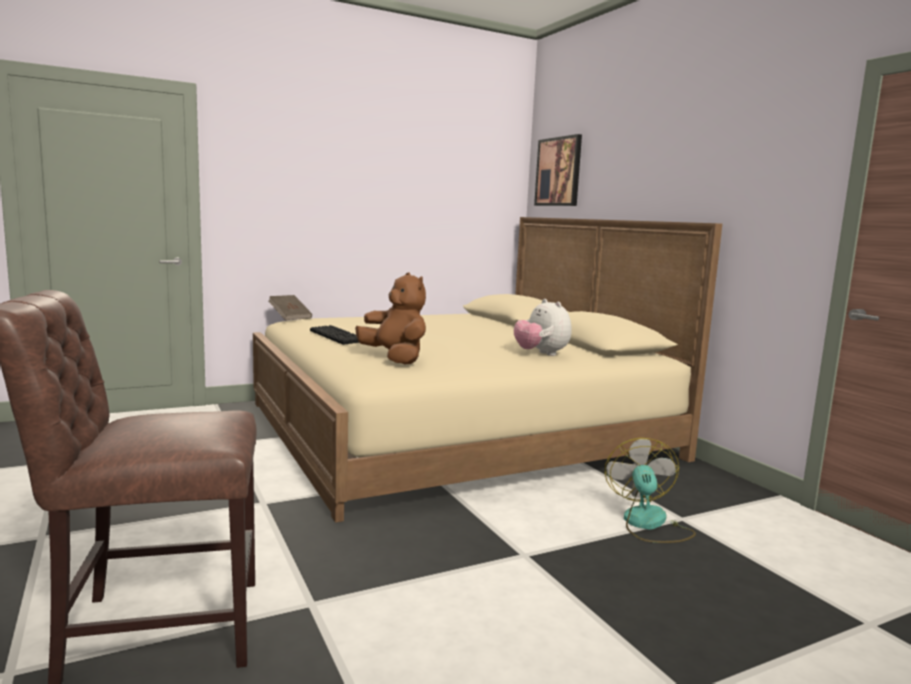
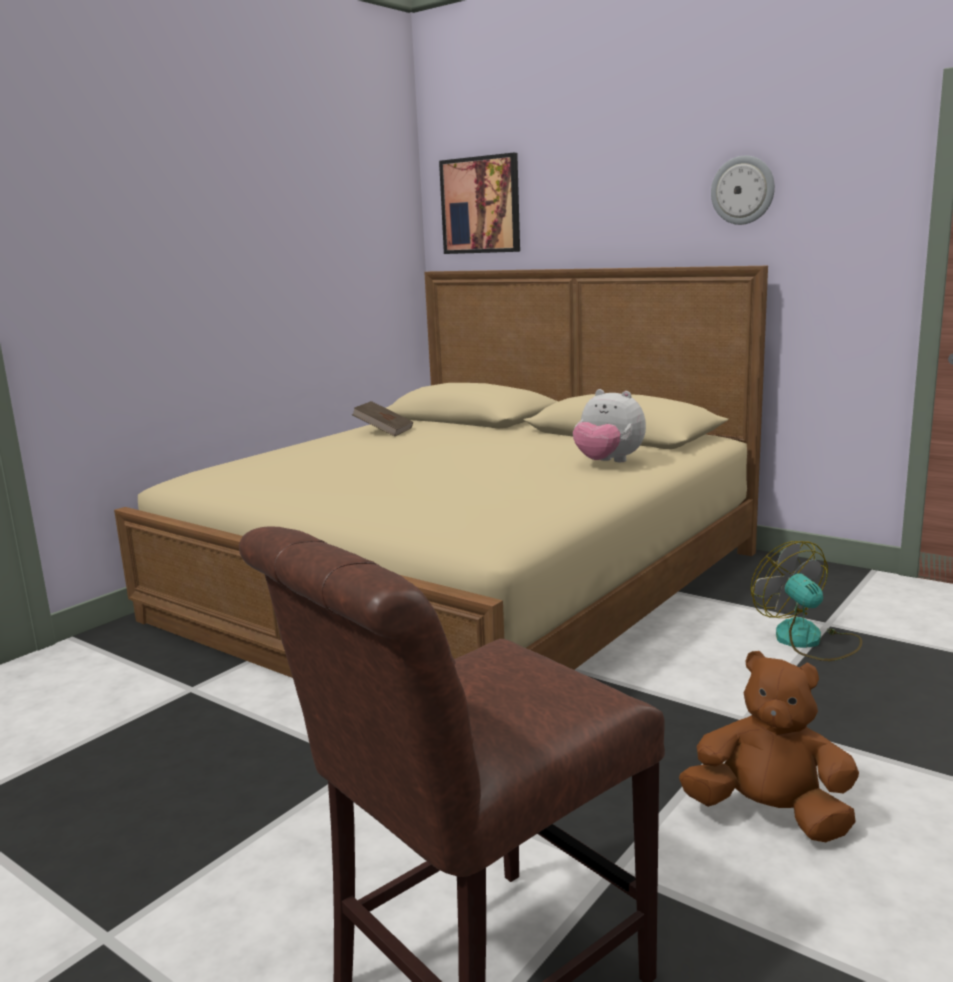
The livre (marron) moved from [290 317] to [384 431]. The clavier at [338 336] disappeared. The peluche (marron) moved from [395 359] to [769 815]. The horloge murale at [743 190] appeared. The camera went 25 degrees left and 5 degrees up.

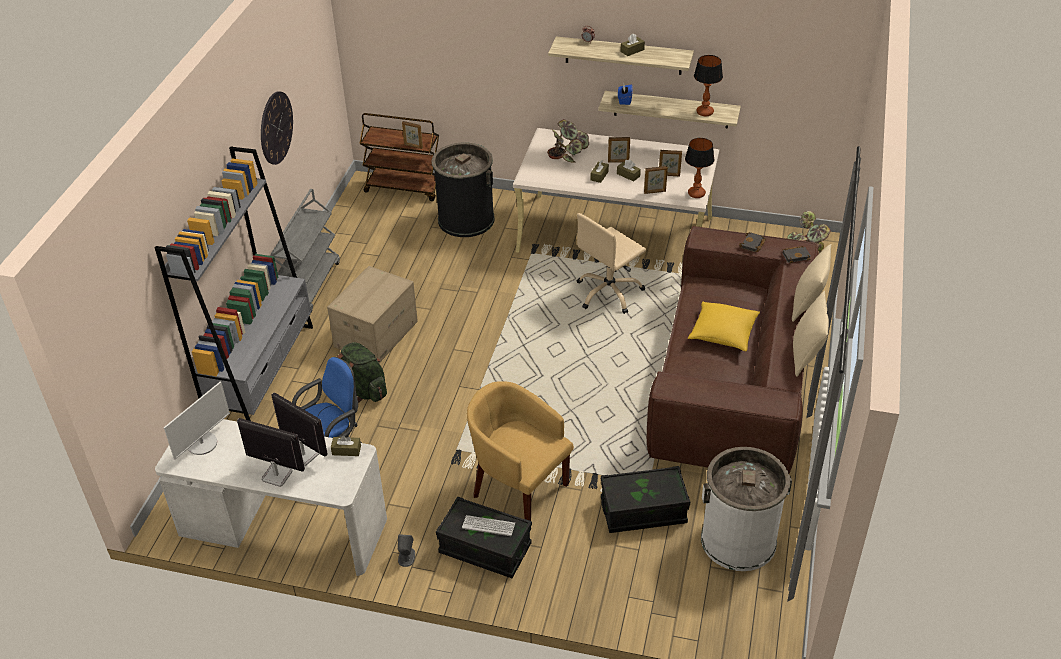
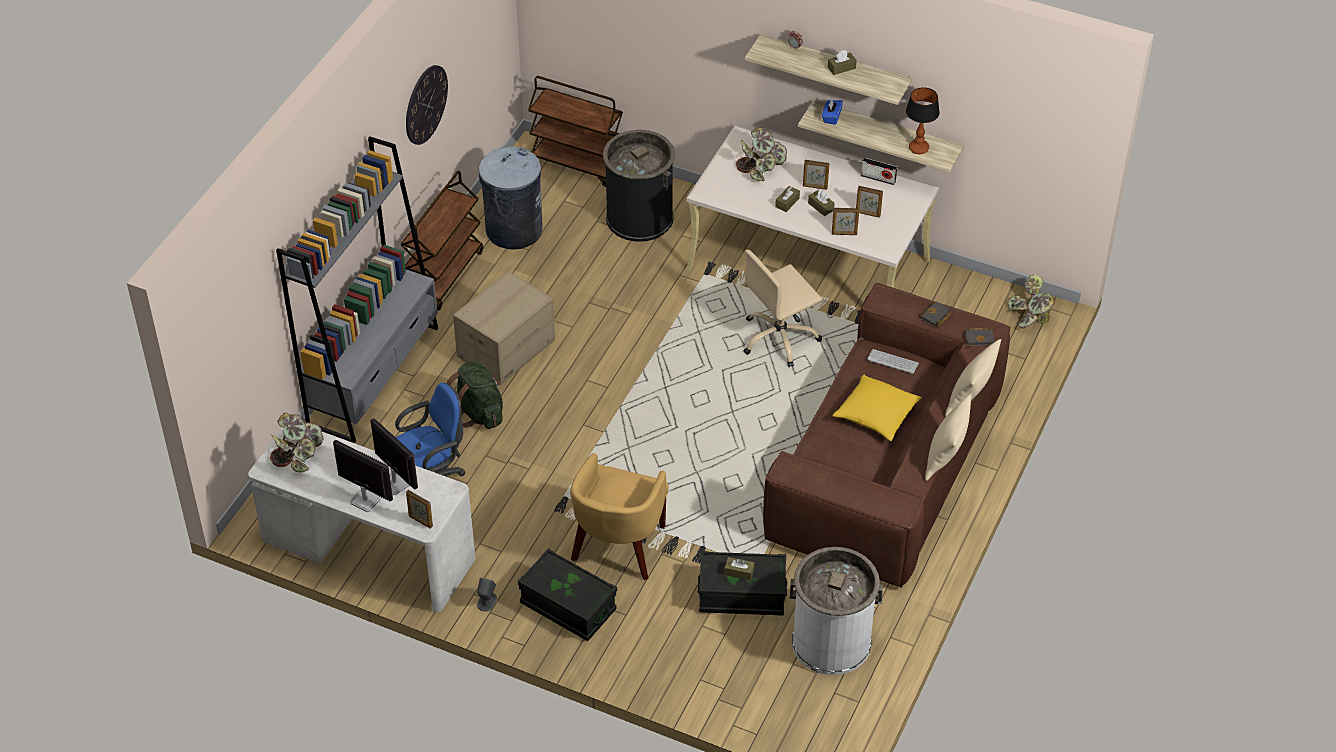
The écran d'ordinateur at [202 443] was replaced by the plante en pot at [297 454]. The chariot (gris) at [310 284] became the chariot (marron) at [444 274]. The boîte à mouchoirs (marron) moved from [346 450] to [739 572]. The cadre photo moved from [413 146] to [420 521]. The clavier moved from [488 526] to [892 362]. The fauteuil (jaune) at [518 486] turned 120 degrees counterclockwise. The lampe de table at [696 194] disappeared. The poubelle (gris) at [513 230] appeared. The radio at [878 178] appeared. The camera went 10 degrees right and 5 degrees up.

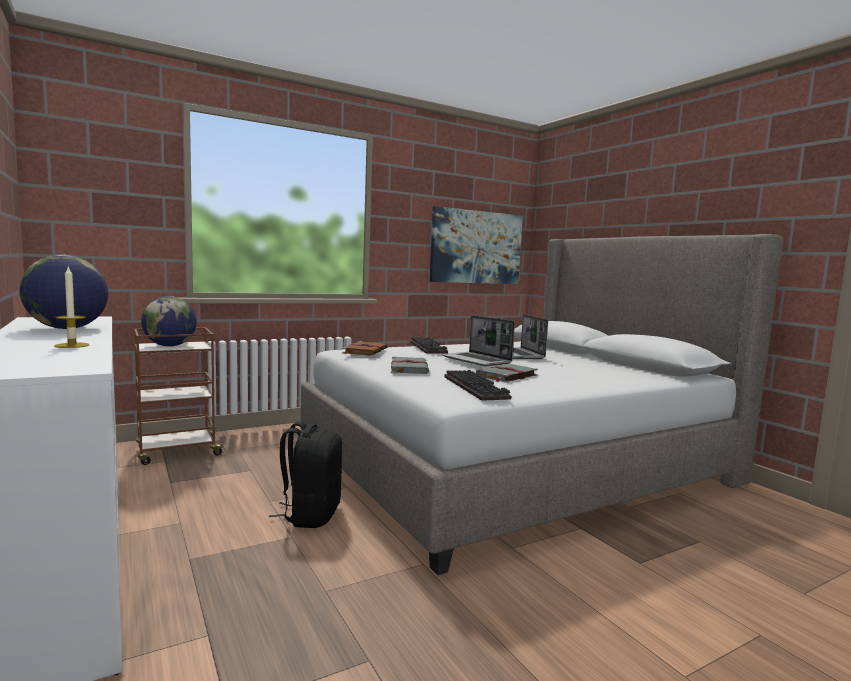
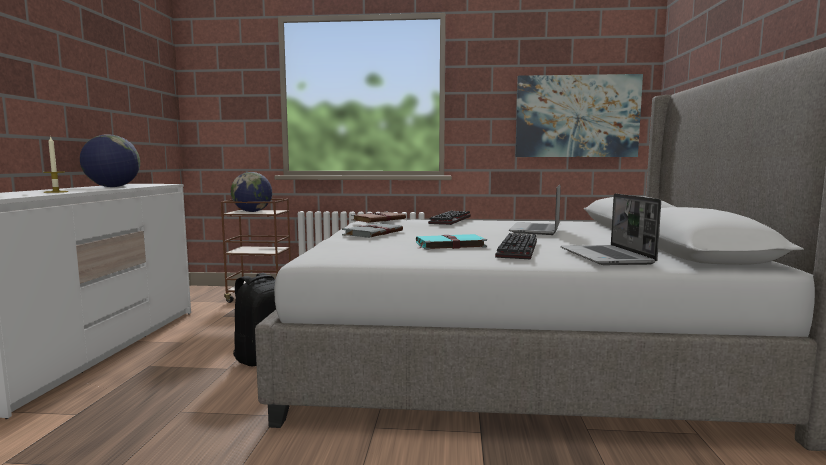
The ordinateur portable moved from [477 360] to [607 257]. The clavier moved from [477 388] to [519 249]. The livre (gris) at [506 375] became the livre (turquoise) at [449 245]. The camera went 35 degrees right and 0 degrees up.

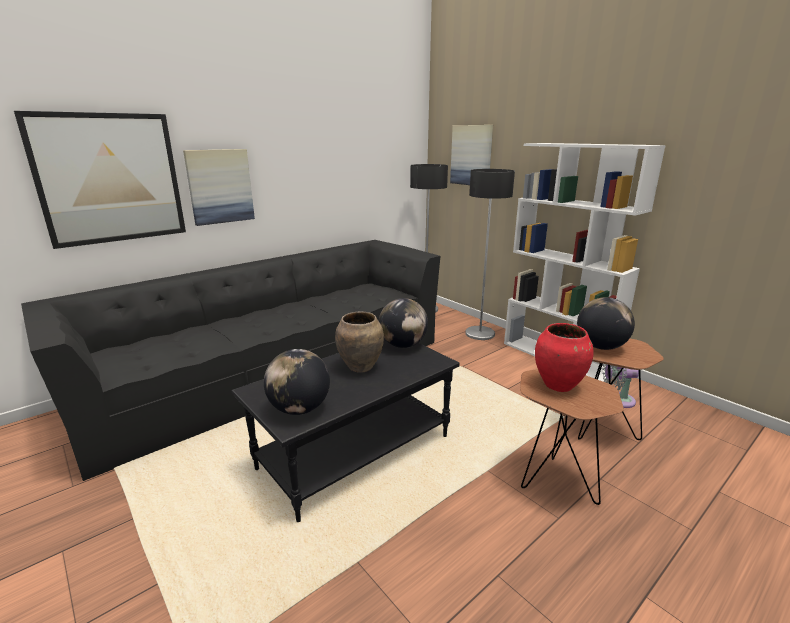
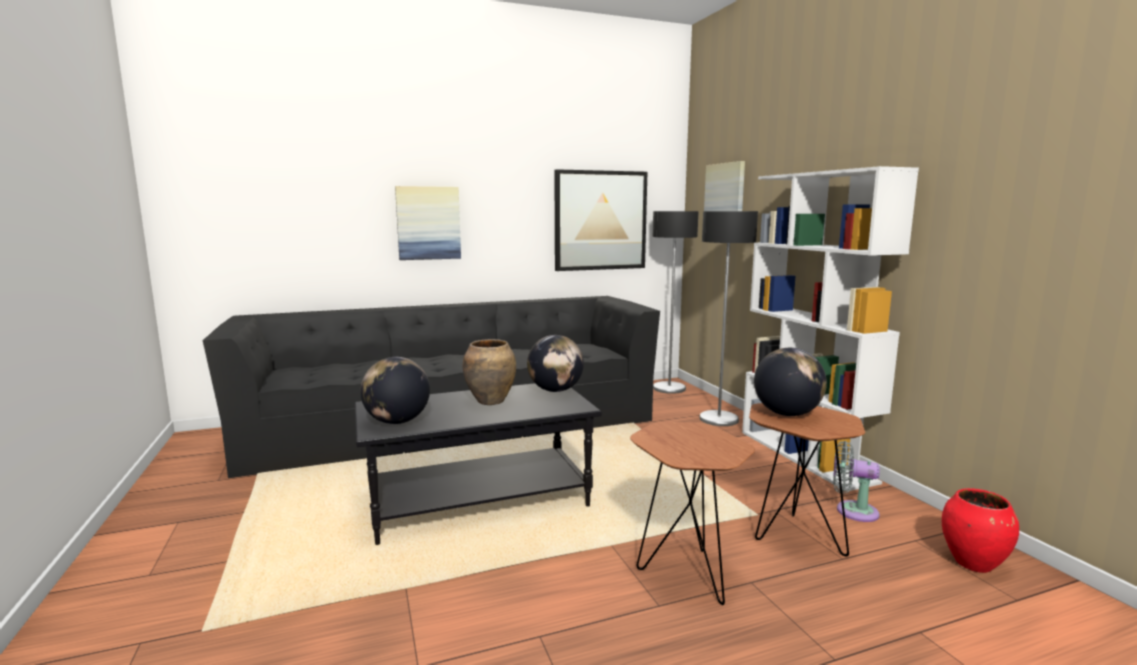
The tableau moved from [110 179] to [600 220]. The vase (rouge) moved from [559 385] to [974 564]. The camera went 20 degrees right and 10 degrees down.

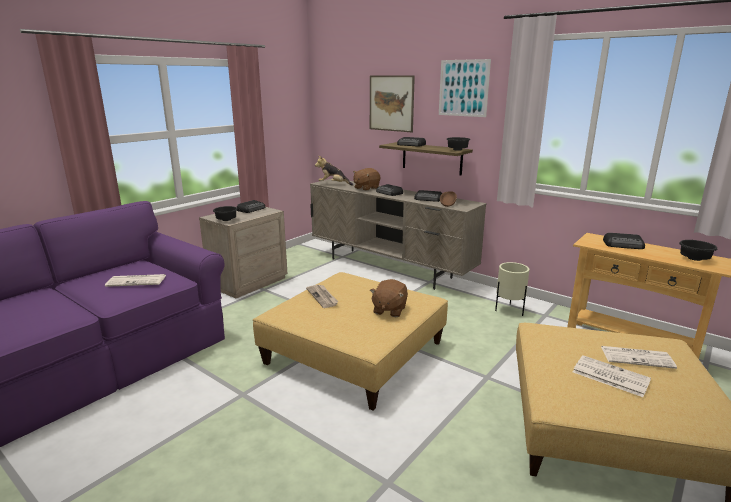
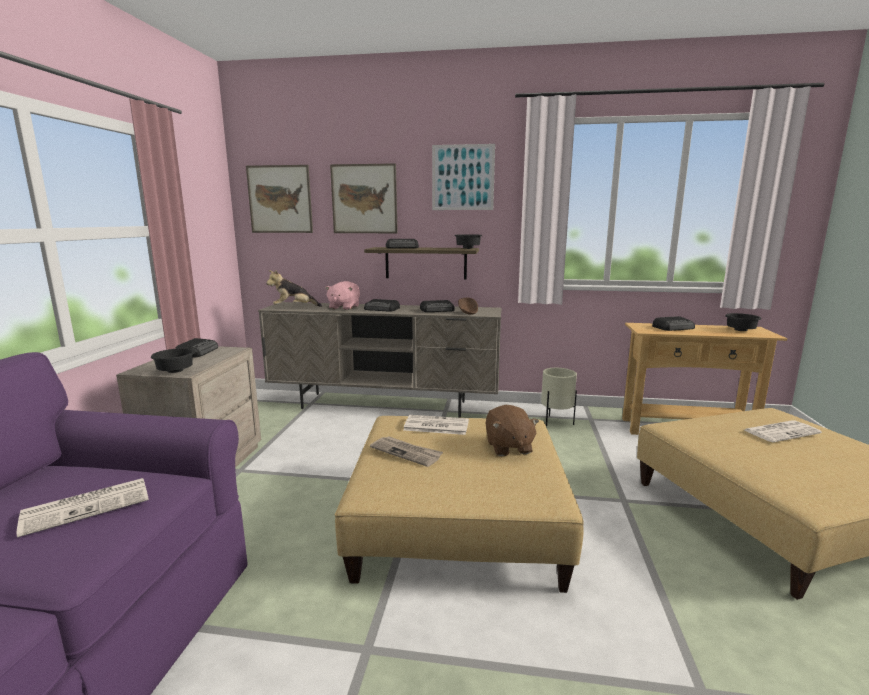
The peluche (marron) at [366 188] became the peluche (rose) at [343 307]. The journal moved from [609 376] to [435 426]. The tableau at [280 199] appeared. The camera went 30 degrees left and 5 degrees down.

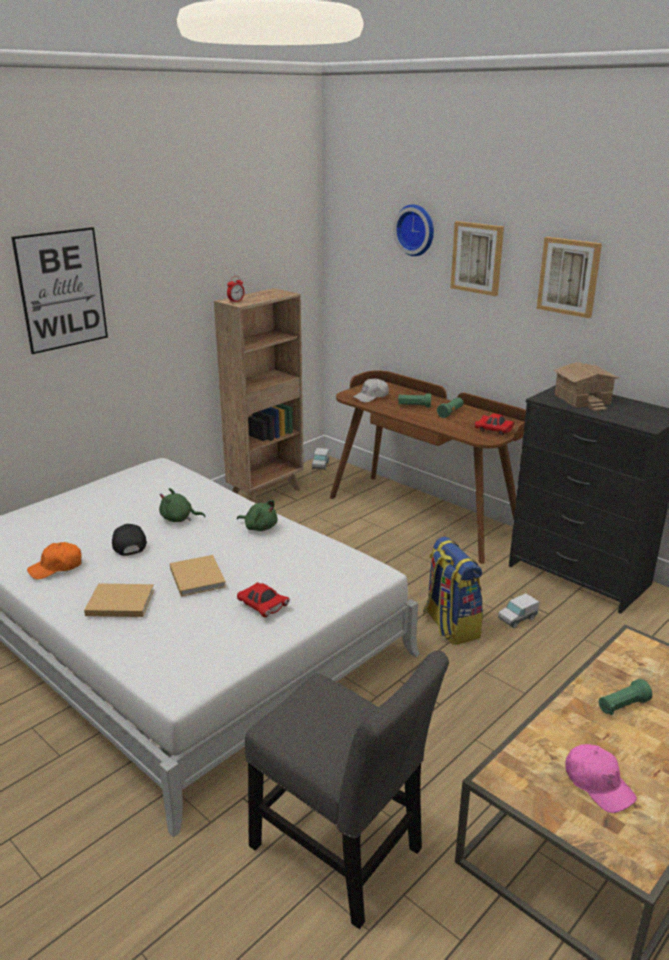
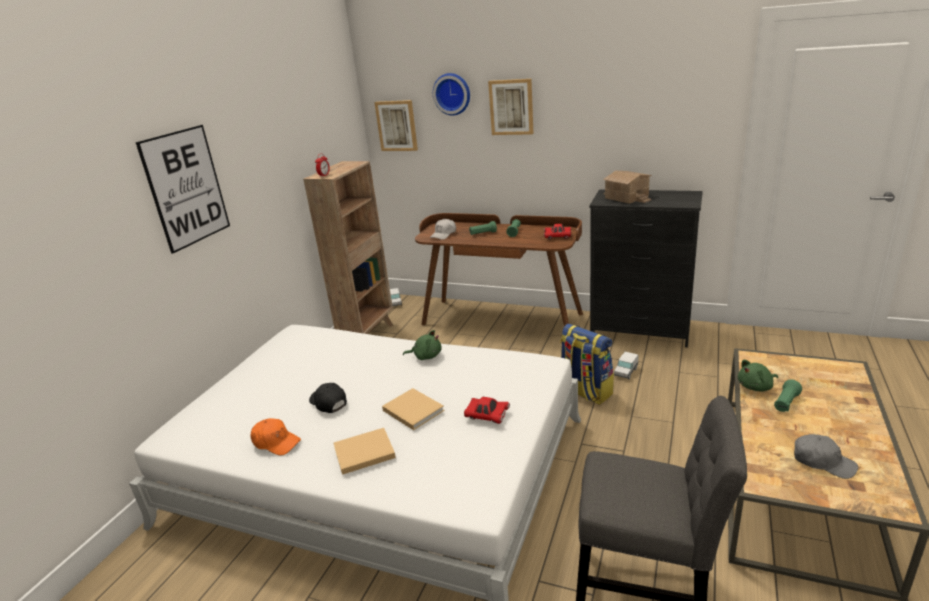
The casquette (orange) at [56 567] turned 105 degrees counterclockwise. The peluche (vert) moved from [179 519] to [756 387]. The tableau moved from [569 276] to [397 125]. The casquette (rose) at [598 784] became the casquette (gris) at [822 462]. The camera went 20 degrees left and 0 degrees up.

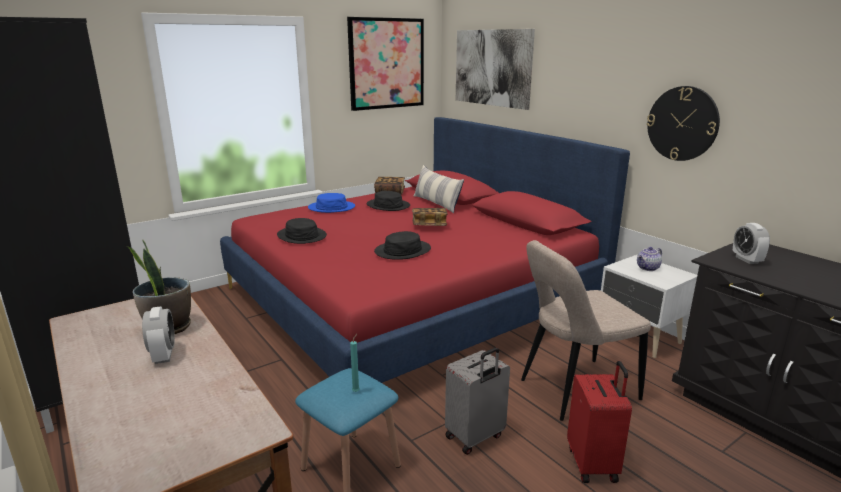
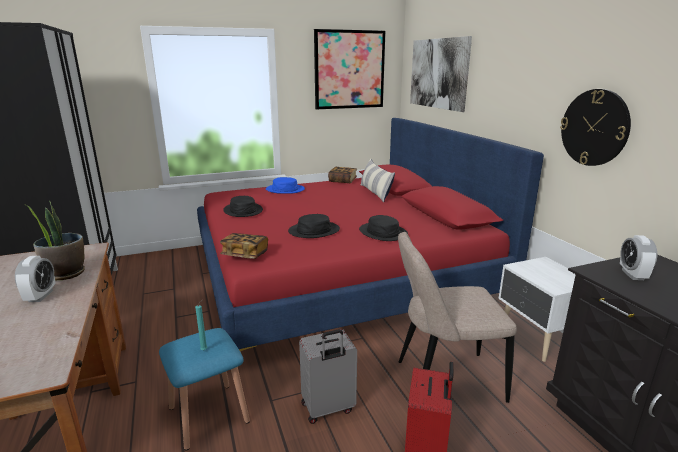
The chapeau (noir) moved from [388 205] to [383 232]. The livre moved from [429 225] to [245 255]. The théière at [648 268] disappeared. The camera went 15 degrees right and 0 degrees up.

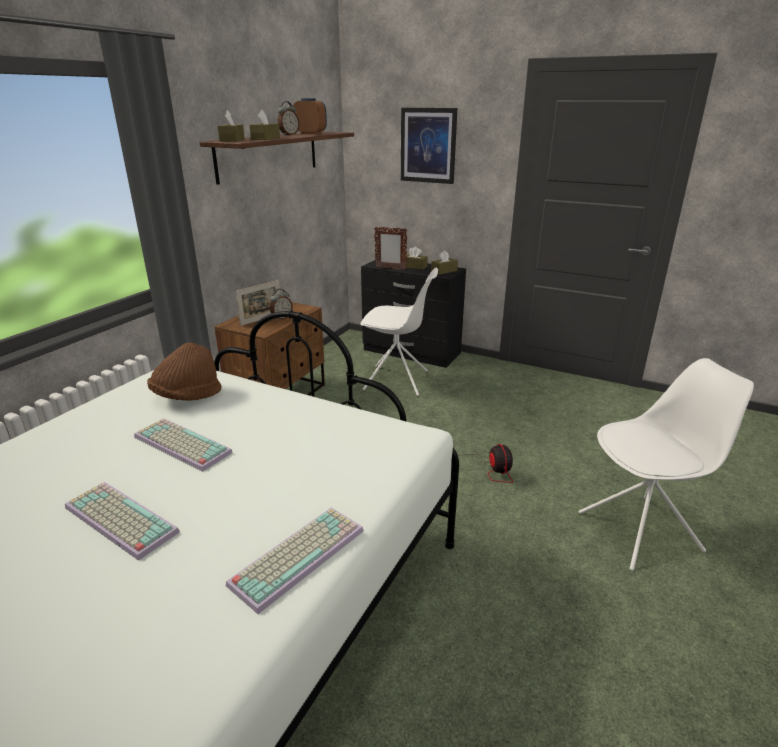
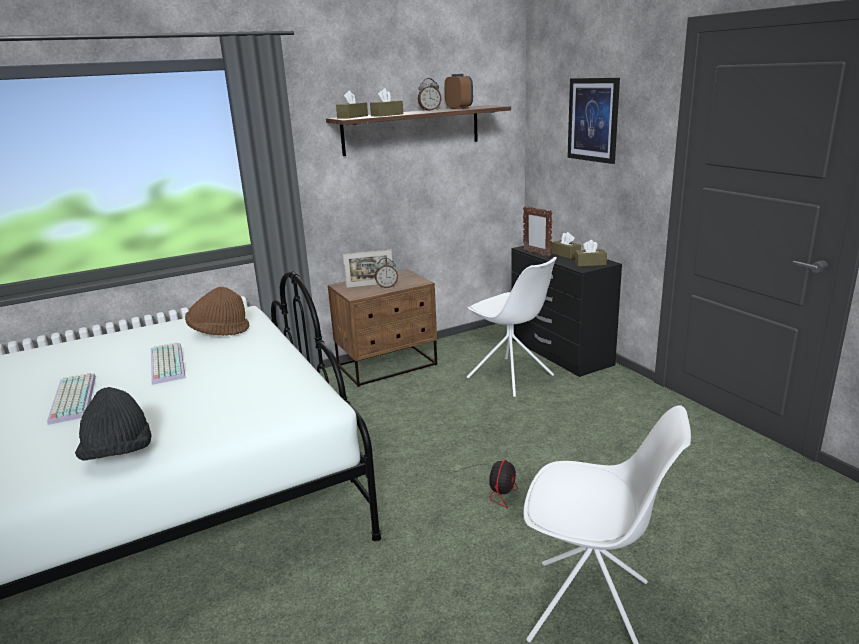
The clavier at [298 554] was replaced by the chapeau (noir) at [119 454]. The camera went 35 degrees right and 5 degrees down.

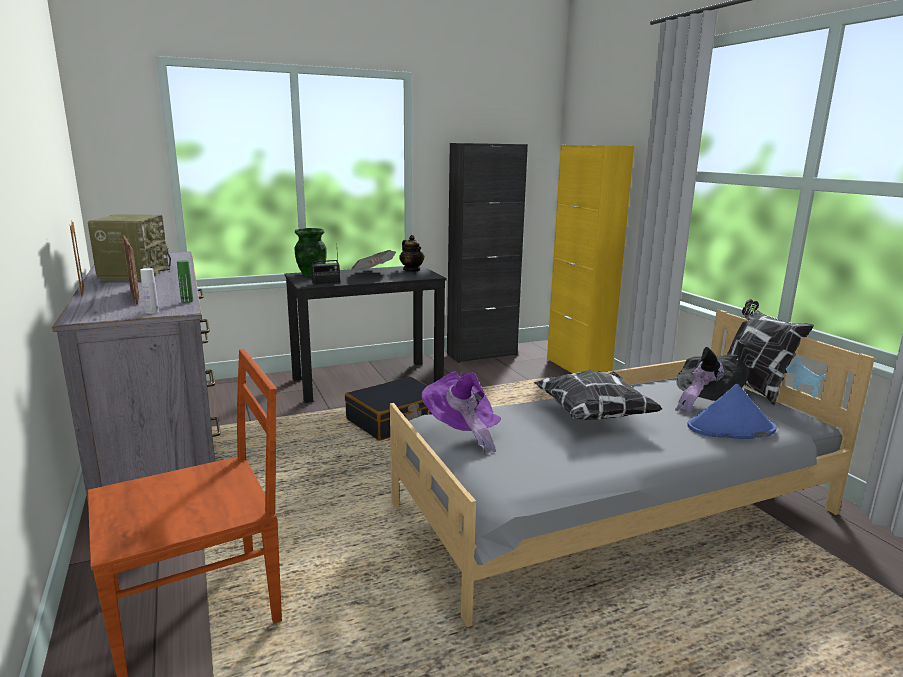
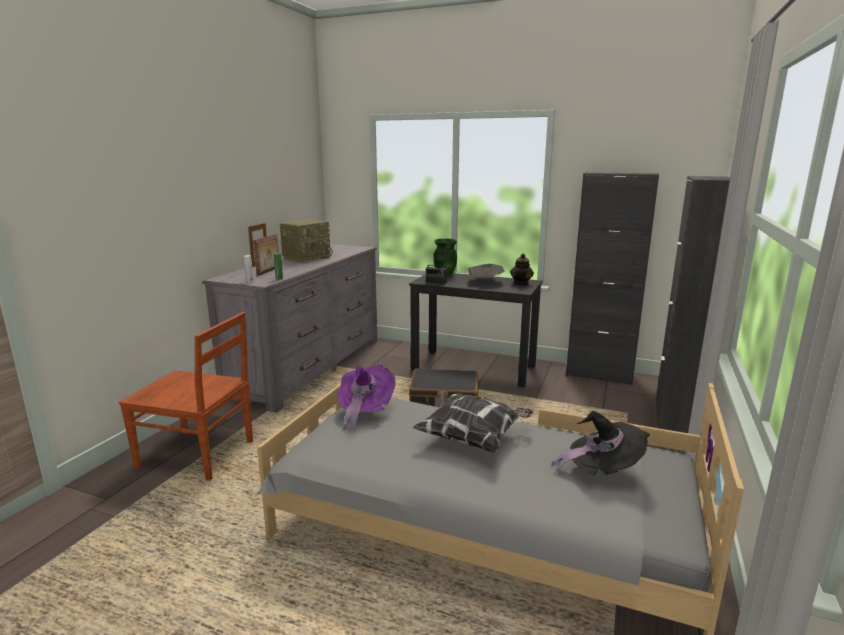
The meuble de rangement (jaune) at [577 368] became the meuble de rangement (noir) at [674 415]. The chapeau (bleu) at [730 428] disappeared. The coussin at [753 388] disappeared. The camera went 45 degrees right and 0 degrees up.

